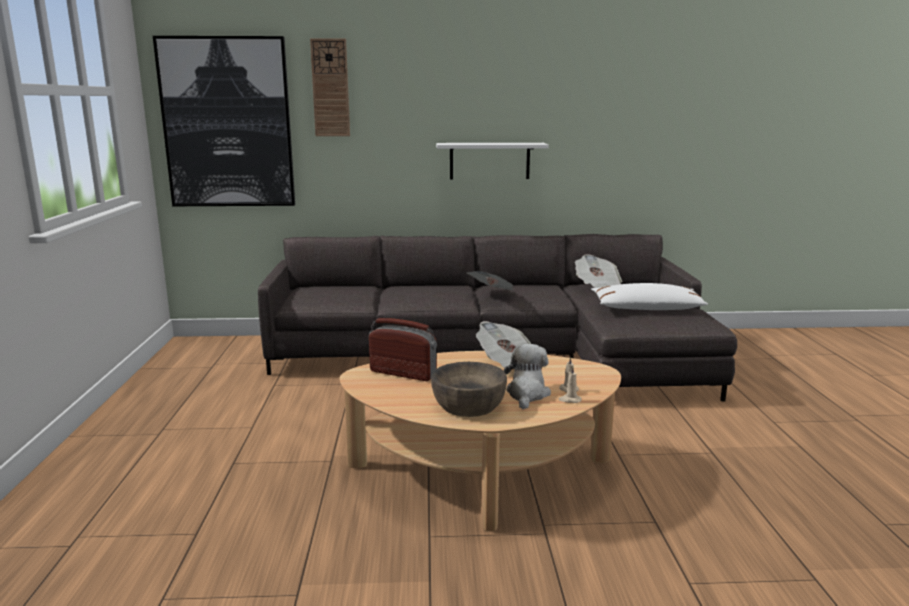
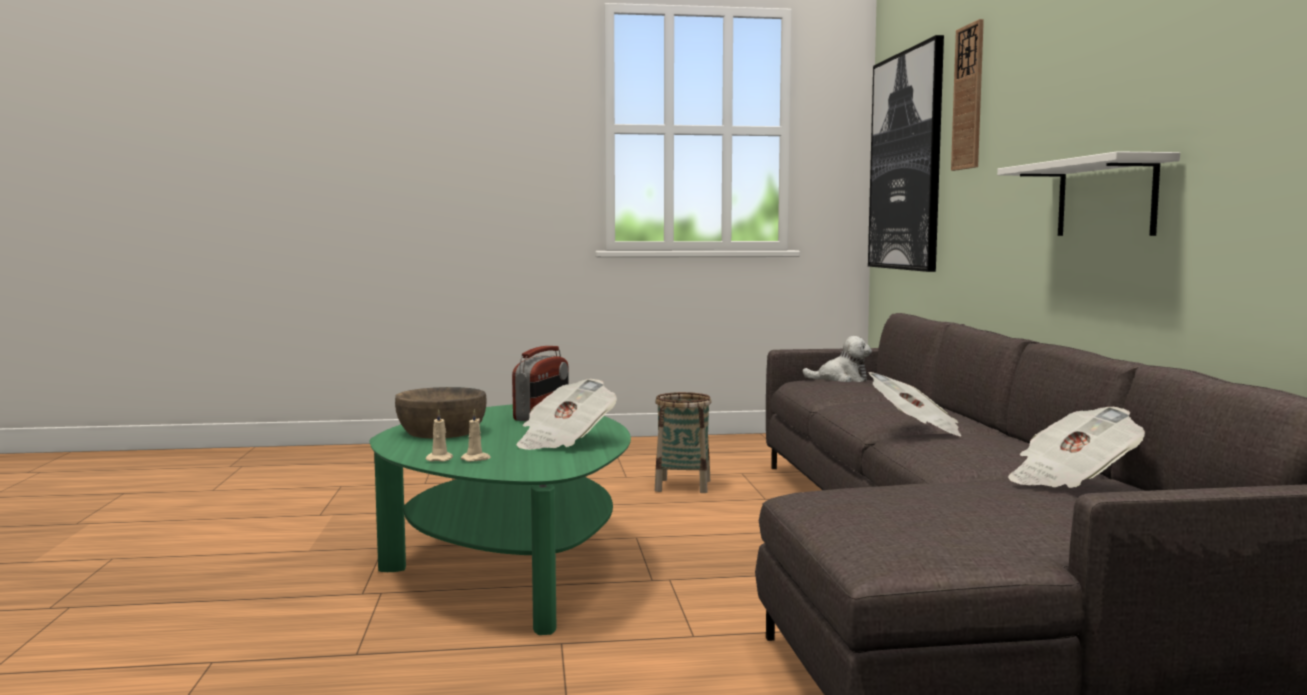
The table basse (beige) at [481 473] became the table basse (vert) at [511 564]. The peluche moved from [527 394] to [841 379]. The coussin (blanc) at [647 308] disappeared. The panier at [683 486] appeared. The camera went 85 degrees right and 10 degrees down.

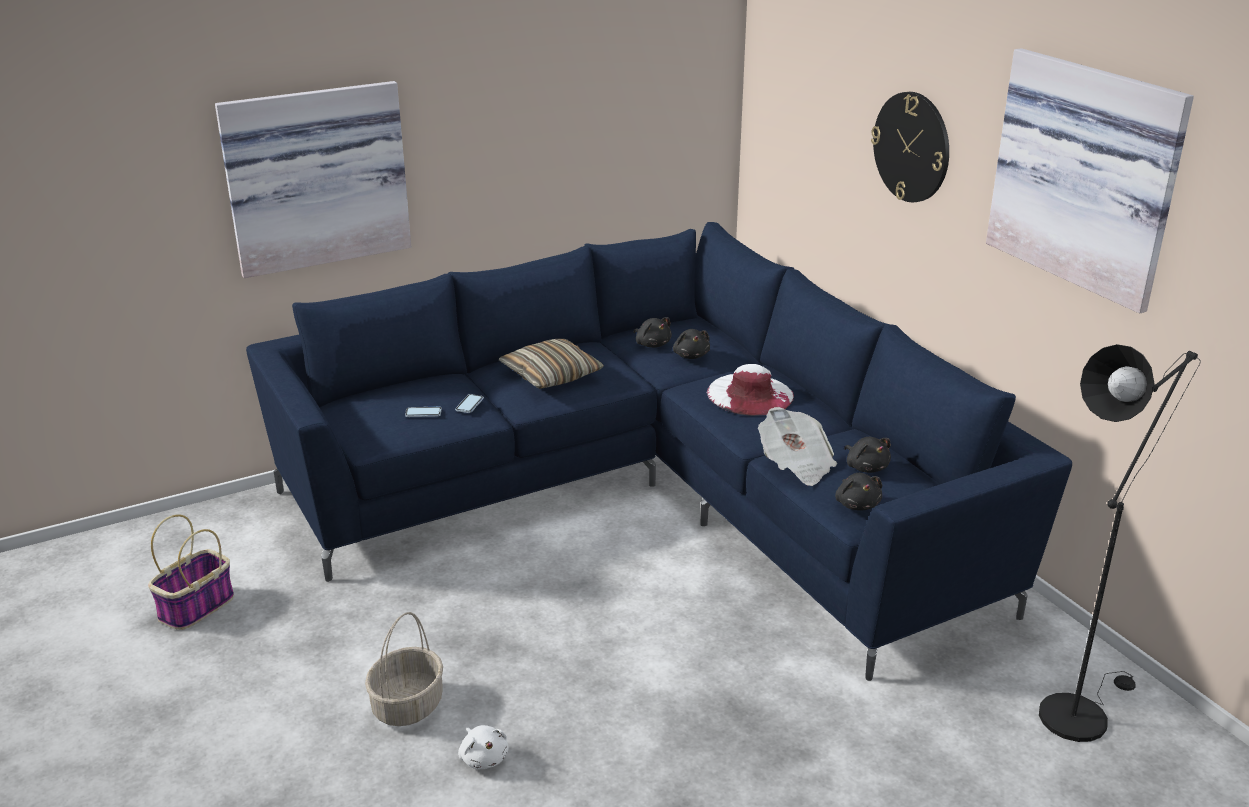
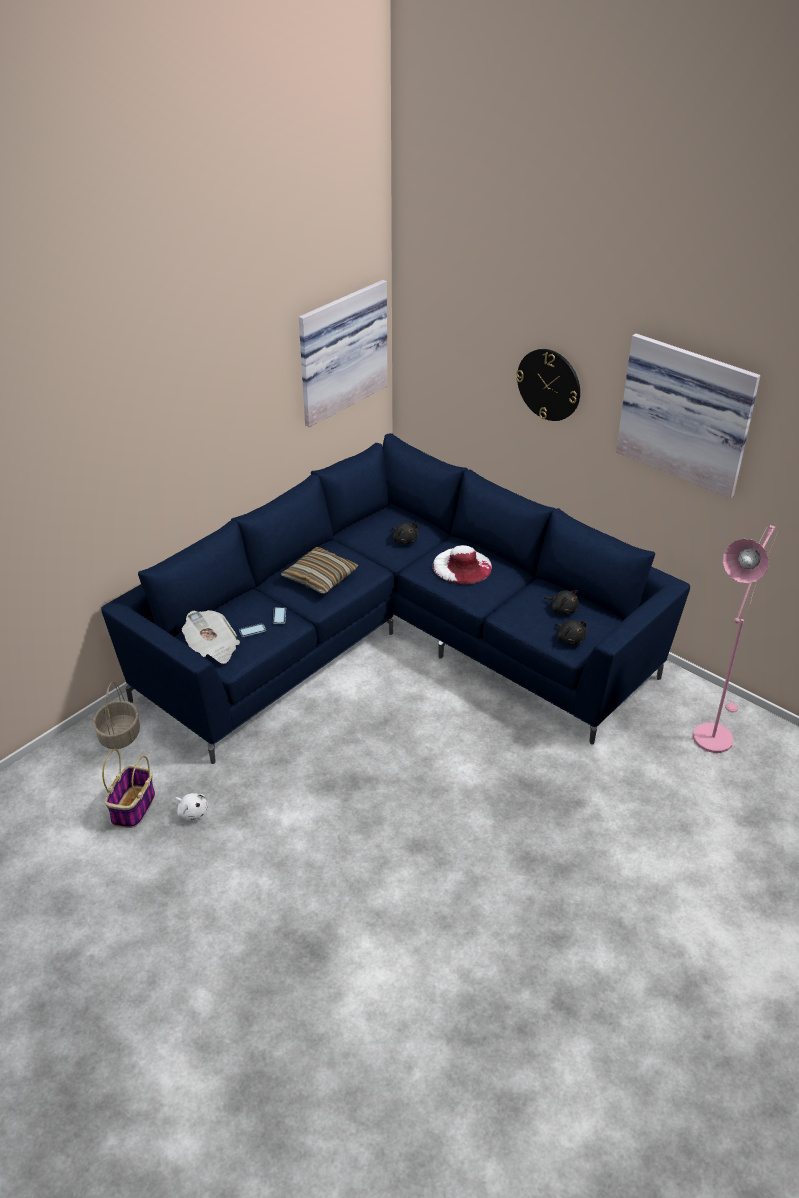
The tableau moved from [316 176] to [340 351]. The panier moved from [408 706] to [120 736]. The peluche (blanc) moved from [483 757] to [192 812]. The peluche (noir) at [652 344] disappeared. The journal moved from [796 465] to [212 648]. The lampadaire (noir) at [1078 711] became the lampadaire (rose) at [714 733]. The camera went 20 degrees left and 10 degrees up.

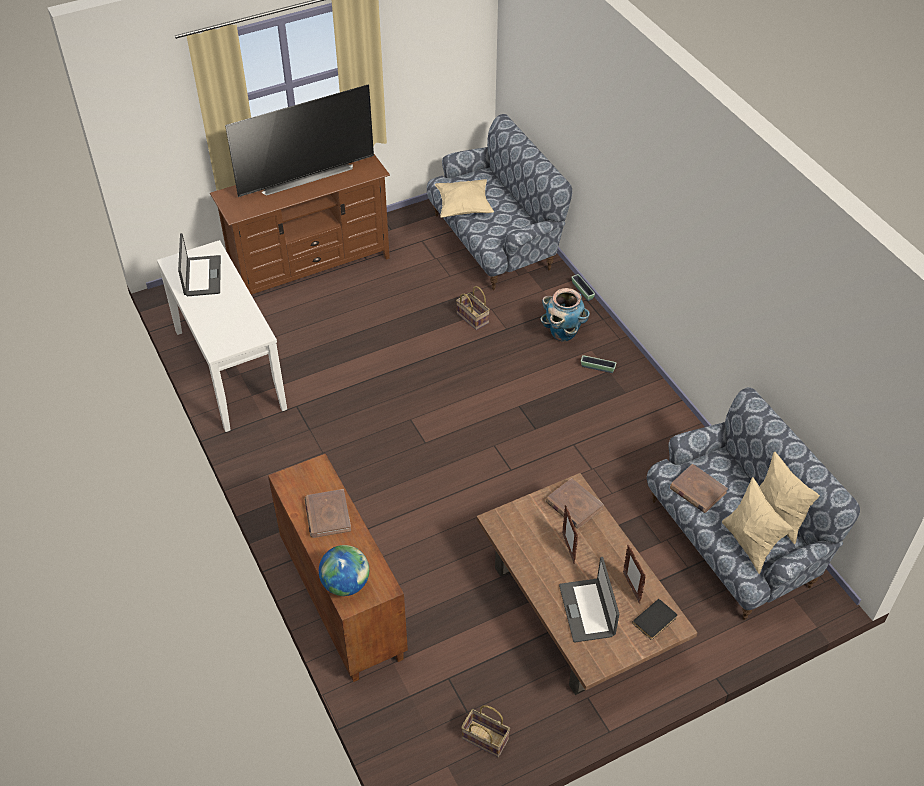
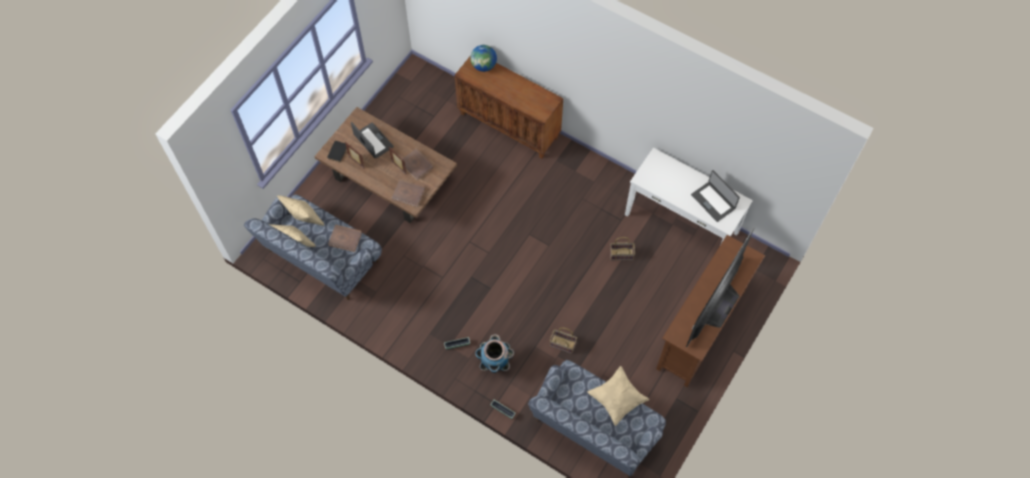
The livre (marron) moved from [327 515] to [417 165]. The panier moved from [483 739] to [622 254]. The camera went 150 degrees right and 15 degrees up.

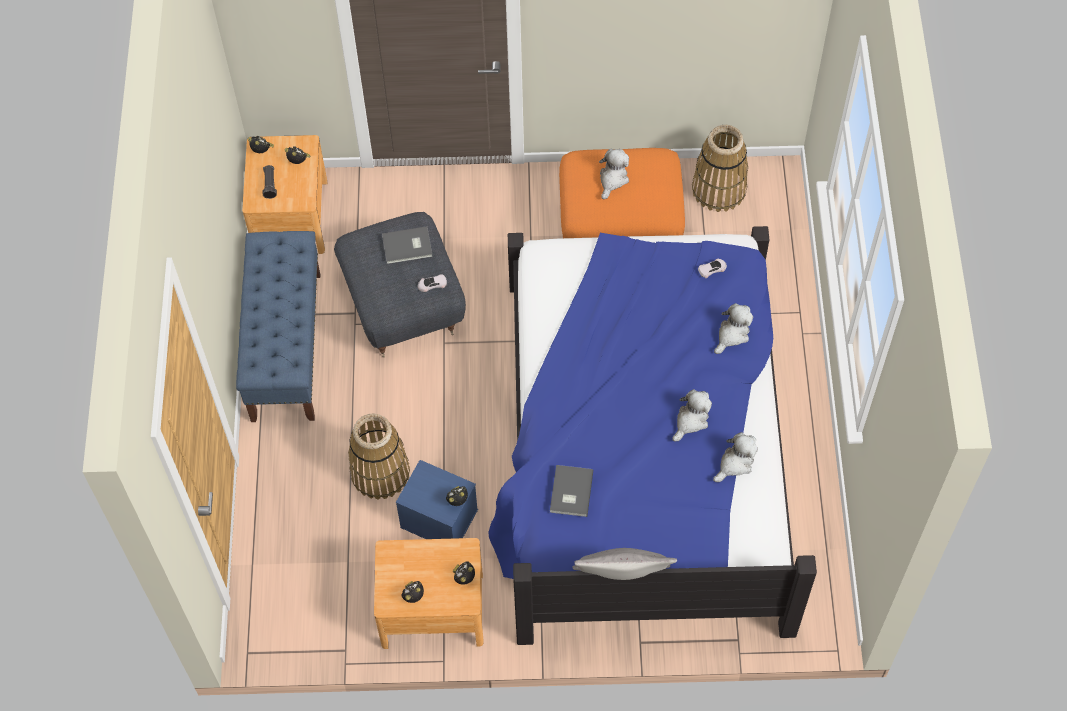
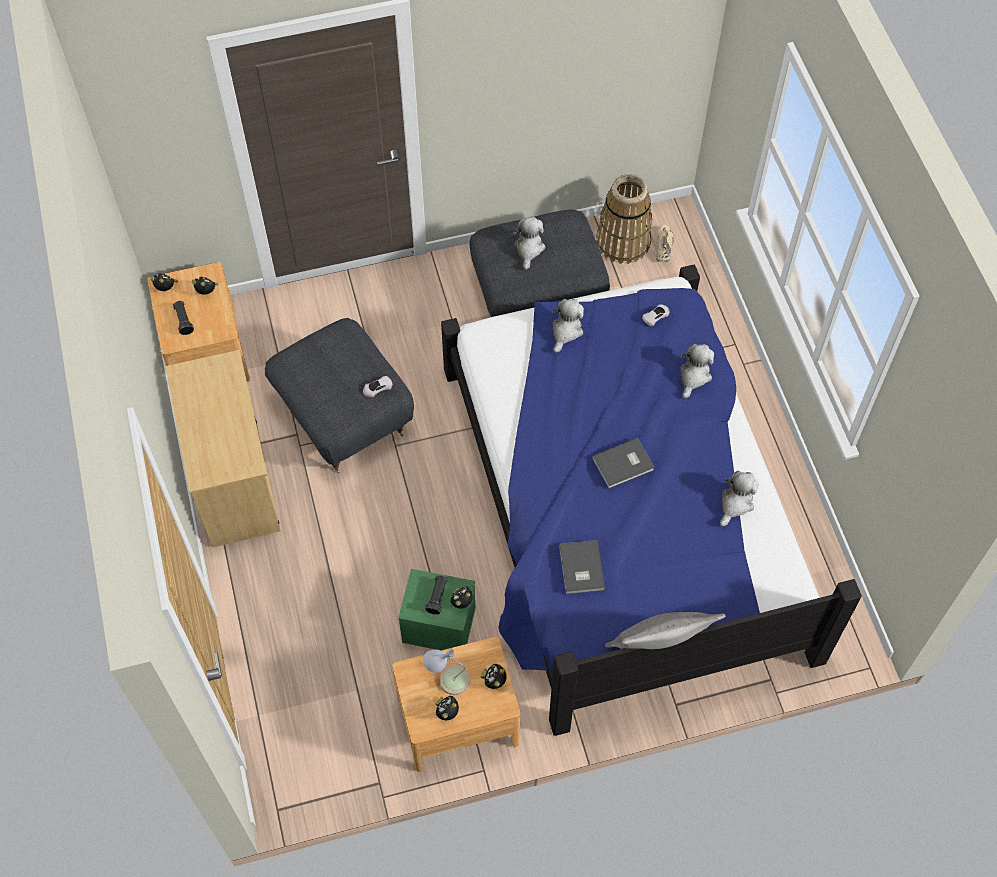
The banc (bleu) at [286 346] was replaced by the commode (beige) at [235 482]. The panier at [380 472] disappeared. The livre (gris) moved from [408 247] to [624 465]. The boîte de rangement (bleu) at [438 519] became the boîte de rangement (vert) at [438 625]. The pouf (orange) at [619 226] became the pouf (gris) at [537 296]. The peluche moved from [691 420] to [566 331]. The lampe de table at [447 679] appeared. The lampe de poche (noir) at [437 597] appeared. The chaussure (beige) at [664 246] appeared. The camera went 15 degrees left and 0 degrees up.

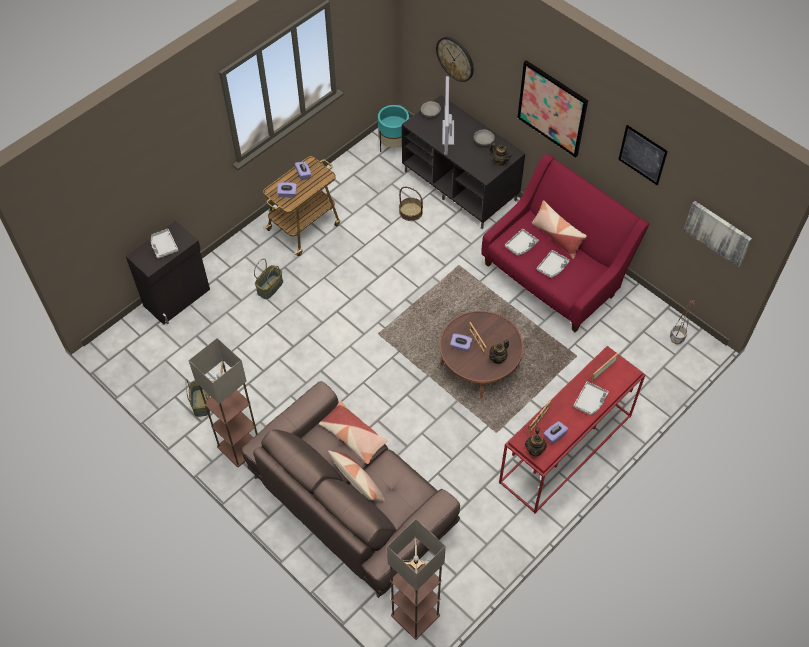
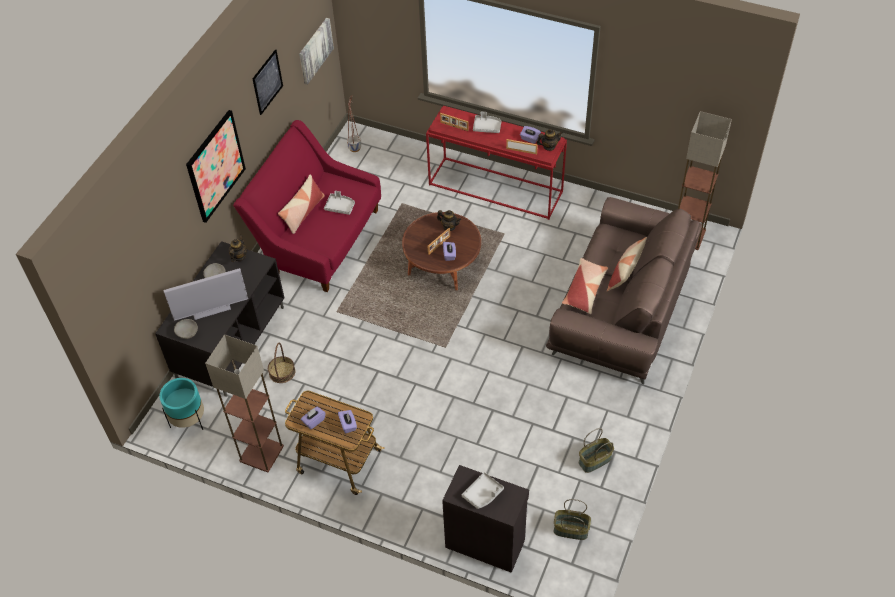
The lampadaire moved from [238 447] to [262 454]. The panier moved from [270 287] to [570 530]. The horloge murale at [455 58] disappeared. The plateau (gris) at [521 245] disappeared. The camera went 110 degrees left and 5 degrees down.

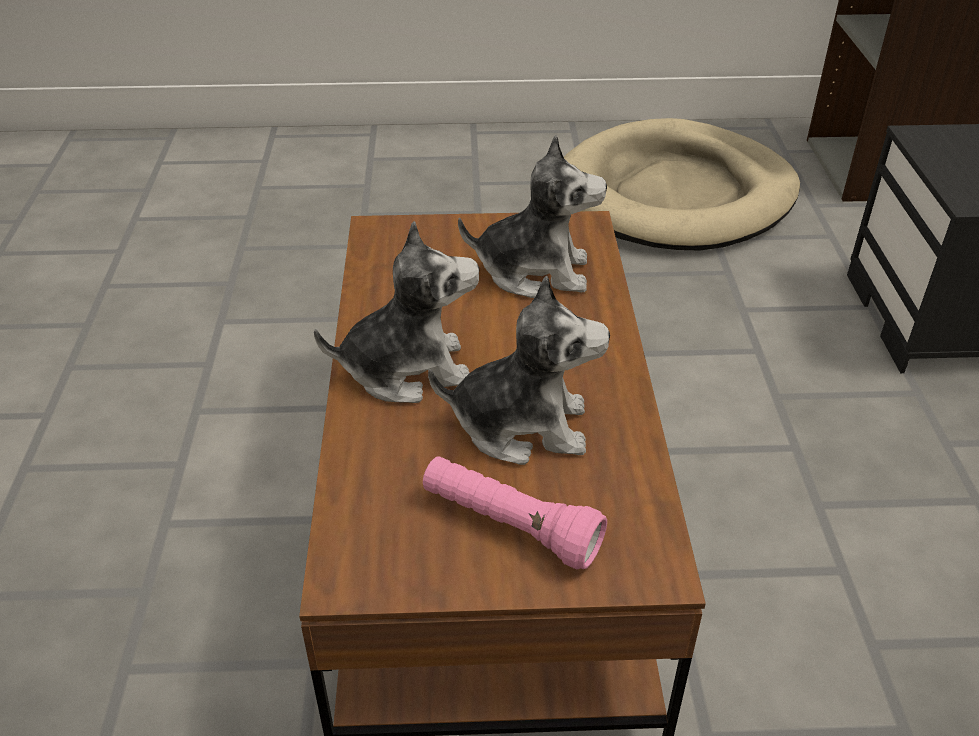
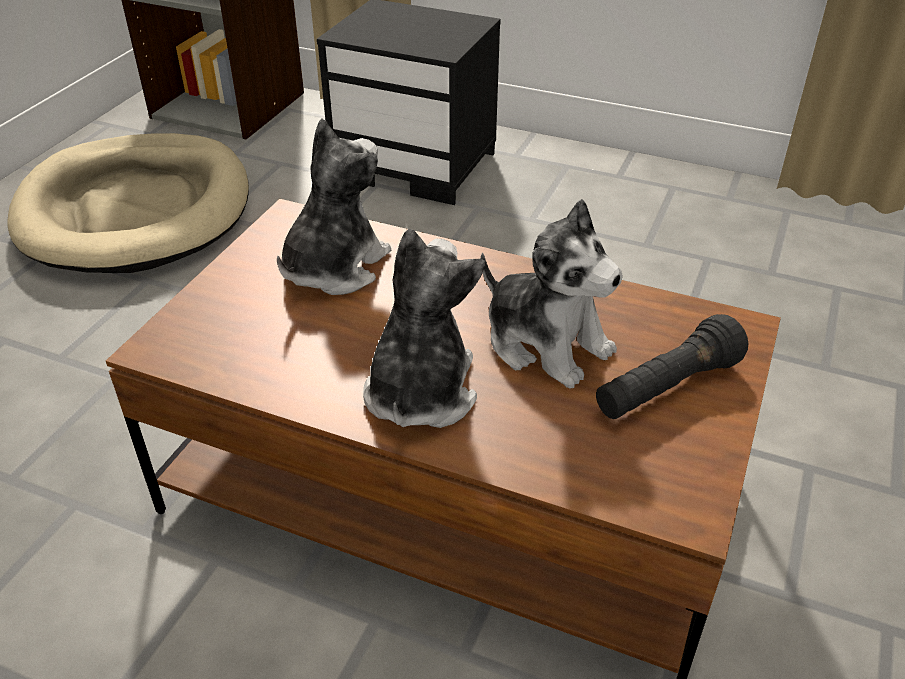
The lampe de poche (rose) at [510 526] became the lampe de poche (noir) at [666 388]. The peluche at [522 426] turned 105 degrees clockwise. The camera went 65 degrees left and 0 degrees up.

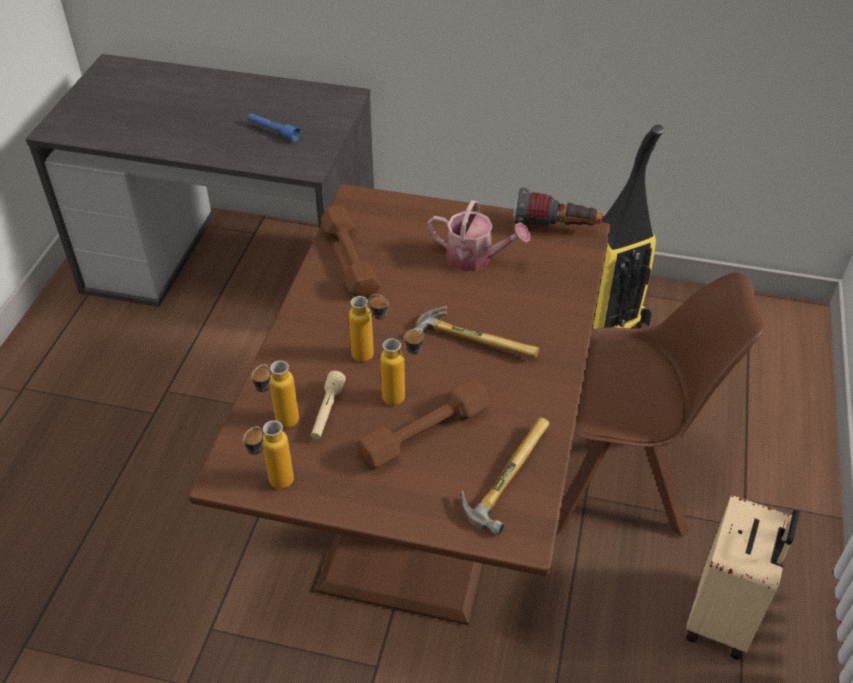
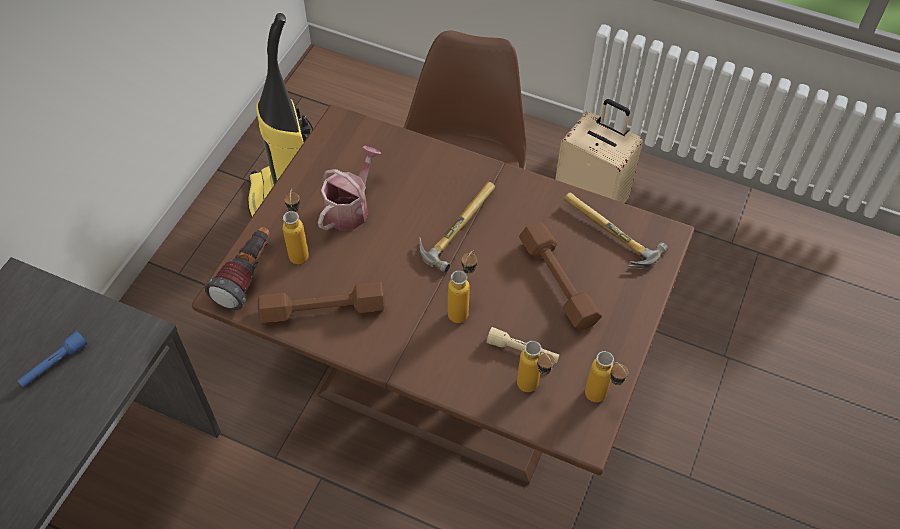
The bouteille moved from [403 396] to [299 250]. The lampe de poche moved from [556 228] to [247 276]. The camera went 80 degrees left and 10 degrees up.

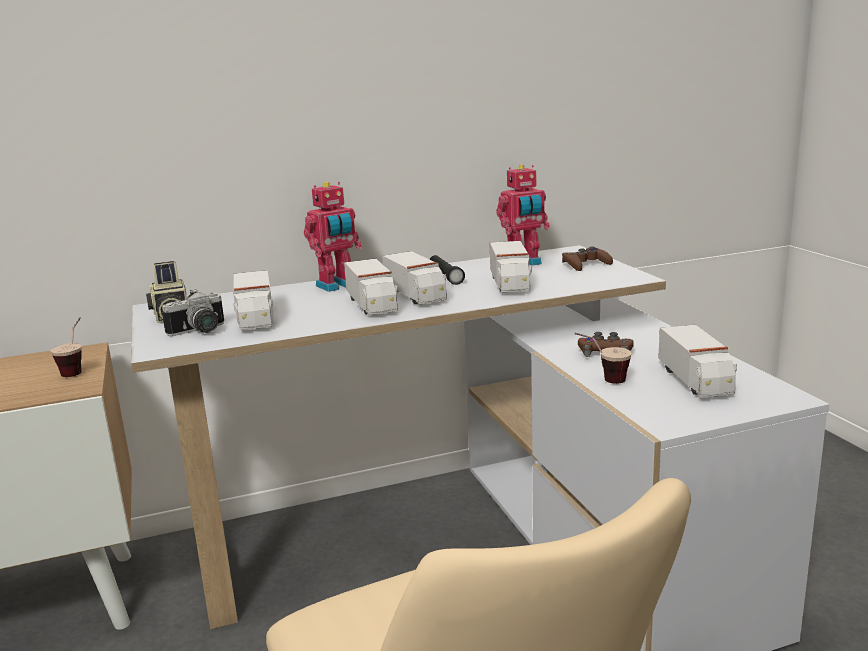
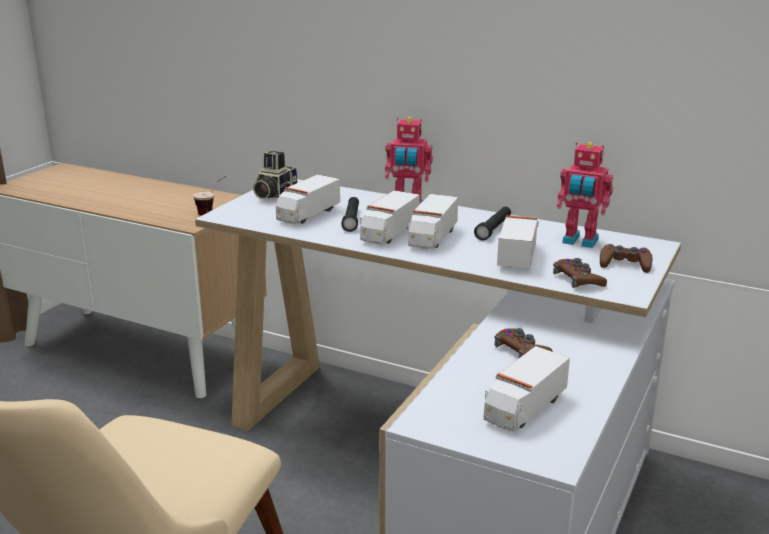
The appareil photo at [200 331] disappeared. The camion jouet at [510 284] turned 150 degrees clockwise. The tasse at [602 380] disappeared. The lampe de poche (noir) at [351 220] appeared. The manette (marron) at [578 279] appeared. The camera went 45 degrees right and 5 degrees up.

